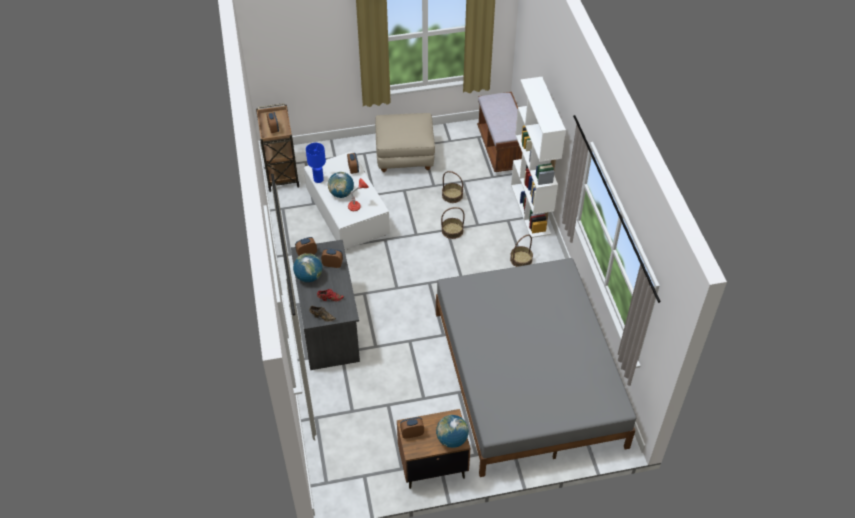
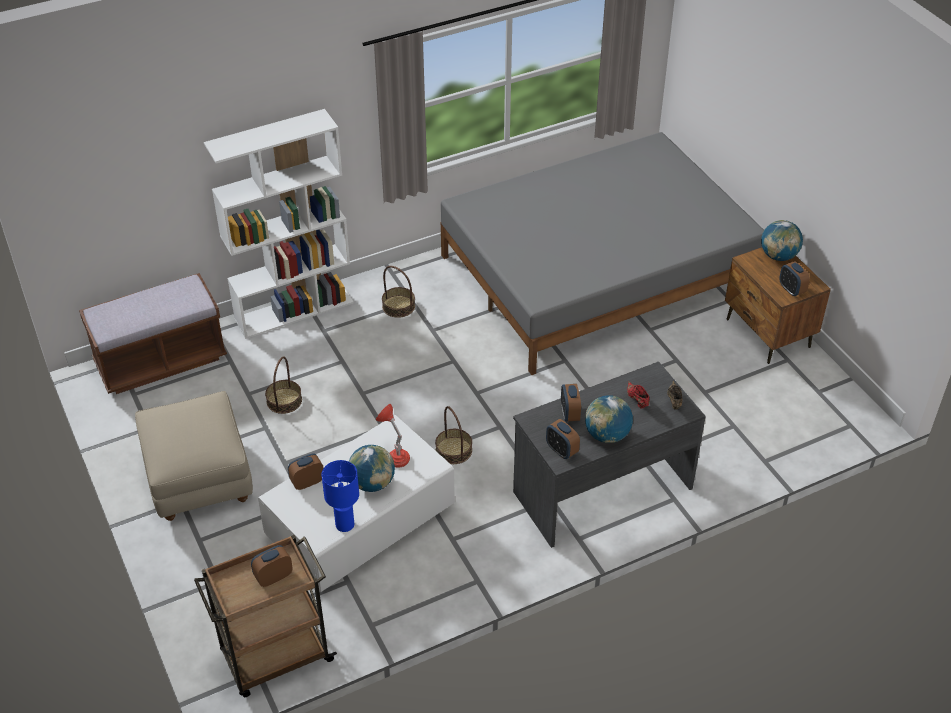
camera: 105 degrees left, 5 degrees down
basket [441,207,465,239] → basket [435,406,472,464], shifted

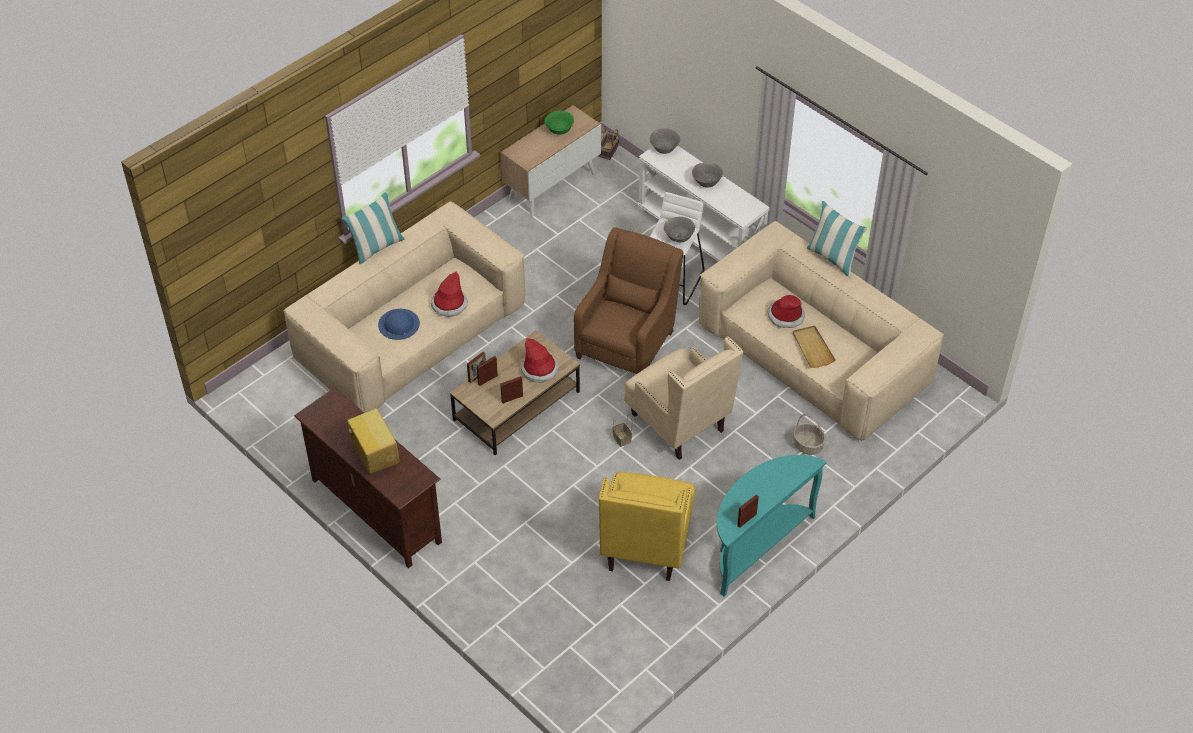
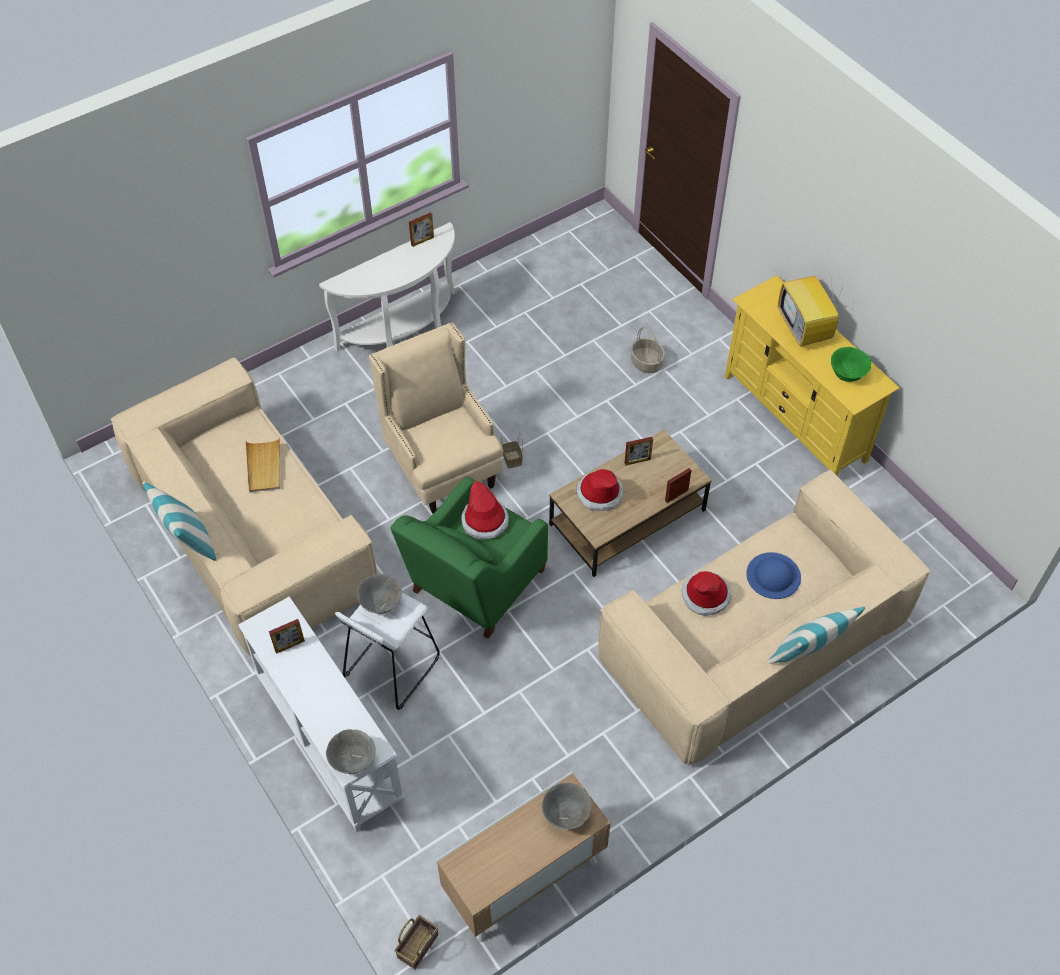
camera: 170 degrees left, 5 degrees up
bowl in green [545,111,574,135] → bowl in green [831,347,871,382], shifted
bowl in grey [692,162,723,188] → bowl in grey [542,783,592,830], shifted
armchair in brown [574,227,683,374] → armchair in green [390,477,548,639]
hat [768,295,805,328] → hat [461,480,509,540], shifted
picture frame [477,356,498,386] → picture frame [269,619,305,654], shifted
tv stand in brown [294,388,442,568] → tv stand in yellow [725,275,900,476]
basket [793,414,826,455] → basket [631,327,665,373], shifted
console table in turquoise [717,455,826,597] → console table in white [319,222,455,351]
armchair in yellow [599,472,695,581] → -

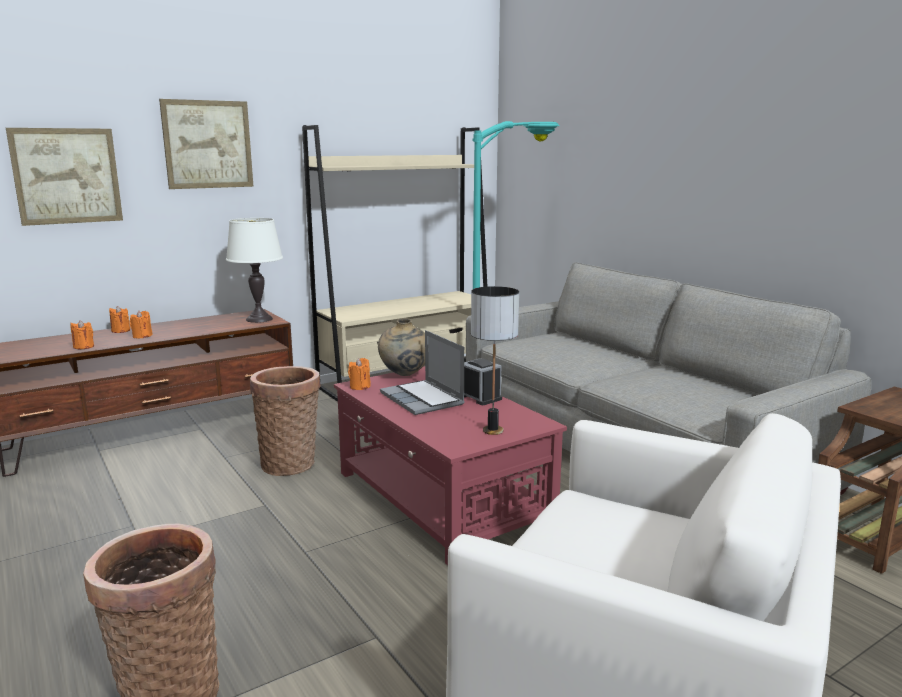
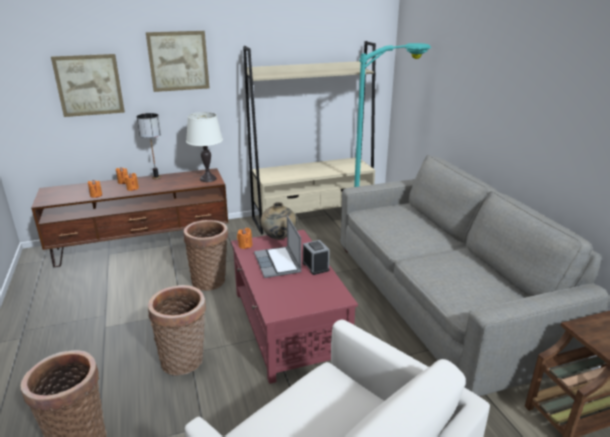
camera: 15 degrees right, 10 degrees up
table lamp [471,286,519,435] → table lamp [137,113,161,179], shifted
- → basket [148,285,206,376]

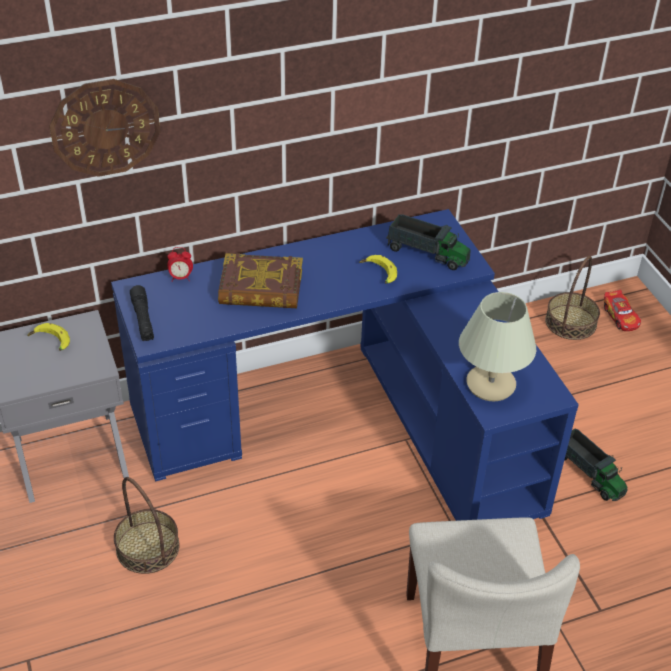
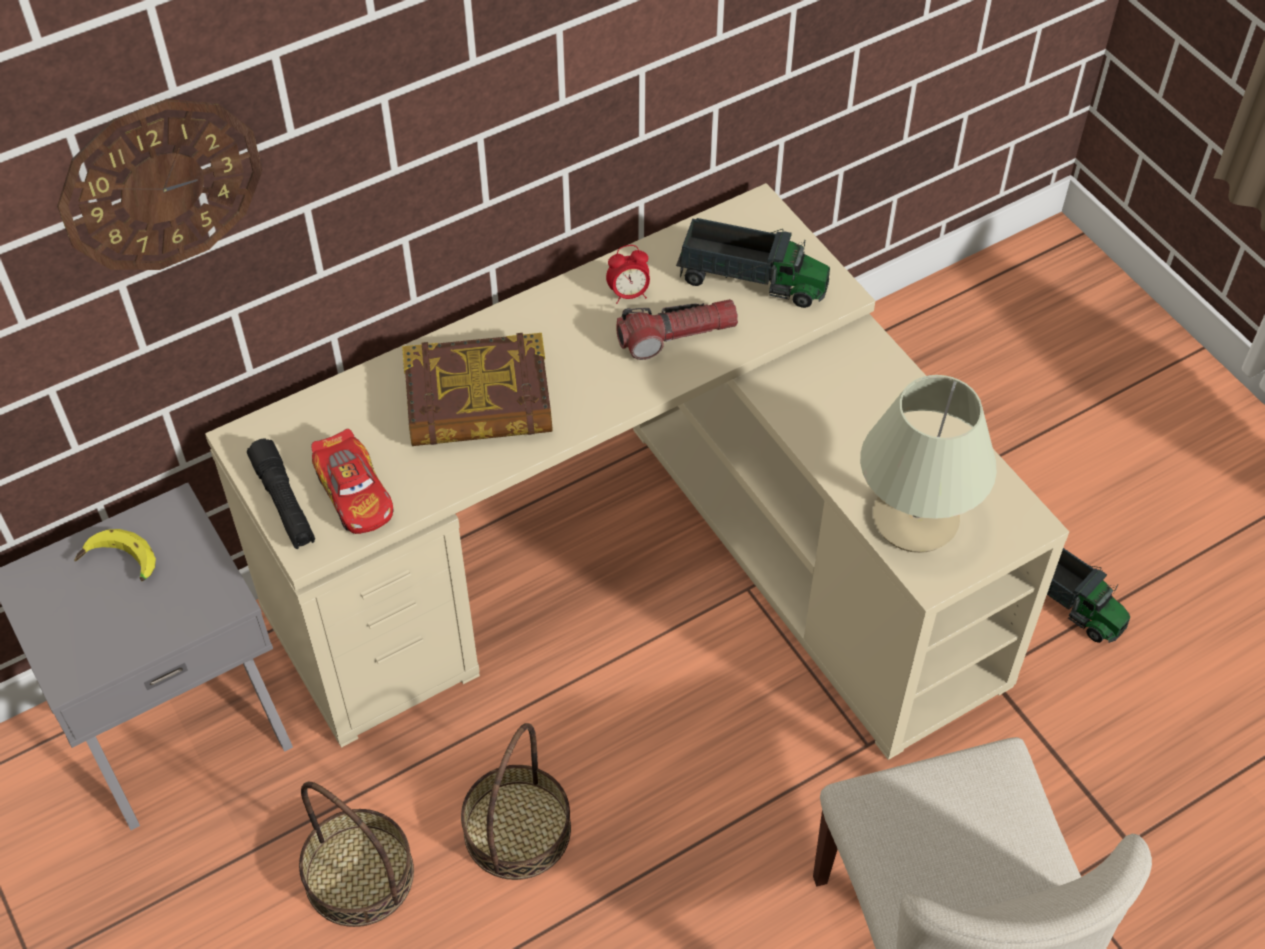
camera: 10 degrees left, 10 degrees up
desk in blue [111,209,579,521] → desk in beige [205,183,1069,760]
alarm clock [167,247,193,281] → alarm clock [606,245,650,304], shifted
banana [359,255,397,283] → flashlight [616,299,738,360]
basket [545,256,600,340] → basket [461,723,571,880], shifted
toy car [604,289,641,331] → toy car [311,429,393,534], shifted

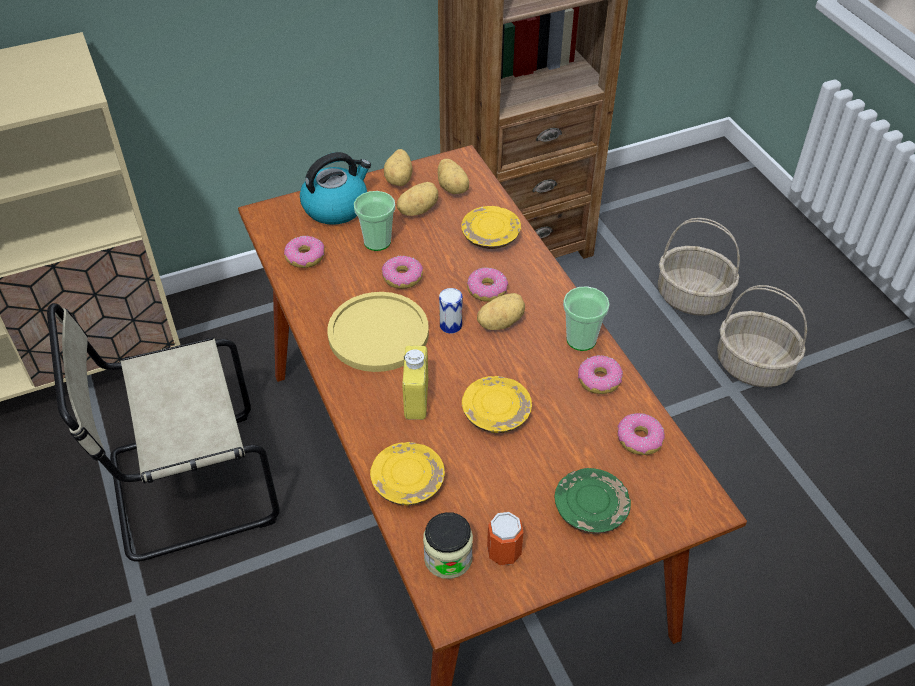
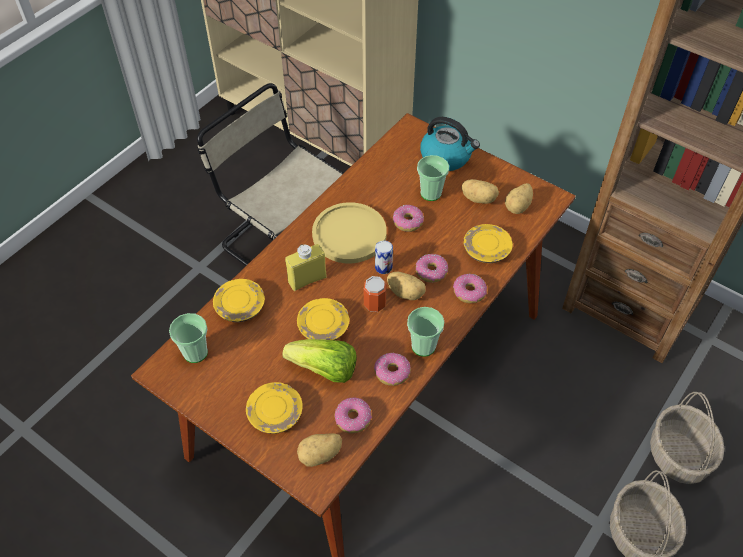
camera: 60 degrees right, 5 degrees up
potato [384,149,413,186] → potato [297,433,342,467], shifted
donut [284,236,325,268] → donut [453,273,487,303], shifted
plate in green [555,468,631,534] → plate in yellow [246,382,303,434]
jar [423,512,473,579] → cup [169,313,208,363]
can [487,512,523,566] → can [364,276,386,312], shifted
- → lettuce [282,339,357,383]

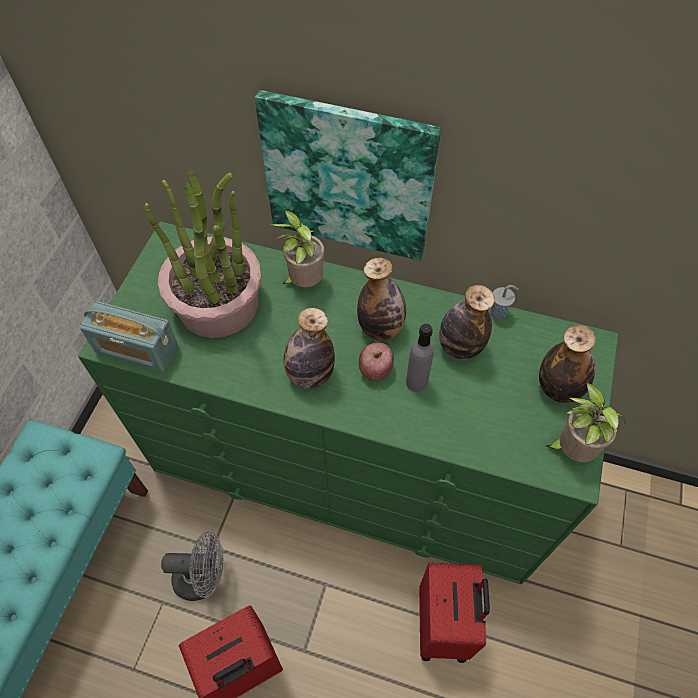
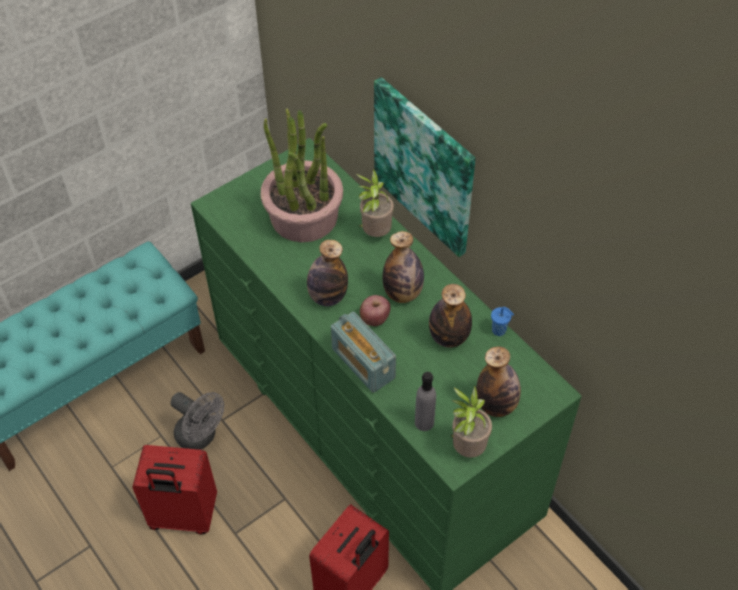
camera: 35 degrees right, 5 degrees down
cup in grey [490,285,519,320] → cup in blue [491,307,514,336]
radio [80,301,178,372] → radio [331,311,396,393], shifted
bottle in grey [406,324,434,392] → bottle in grey [415,372,436,431], shifted

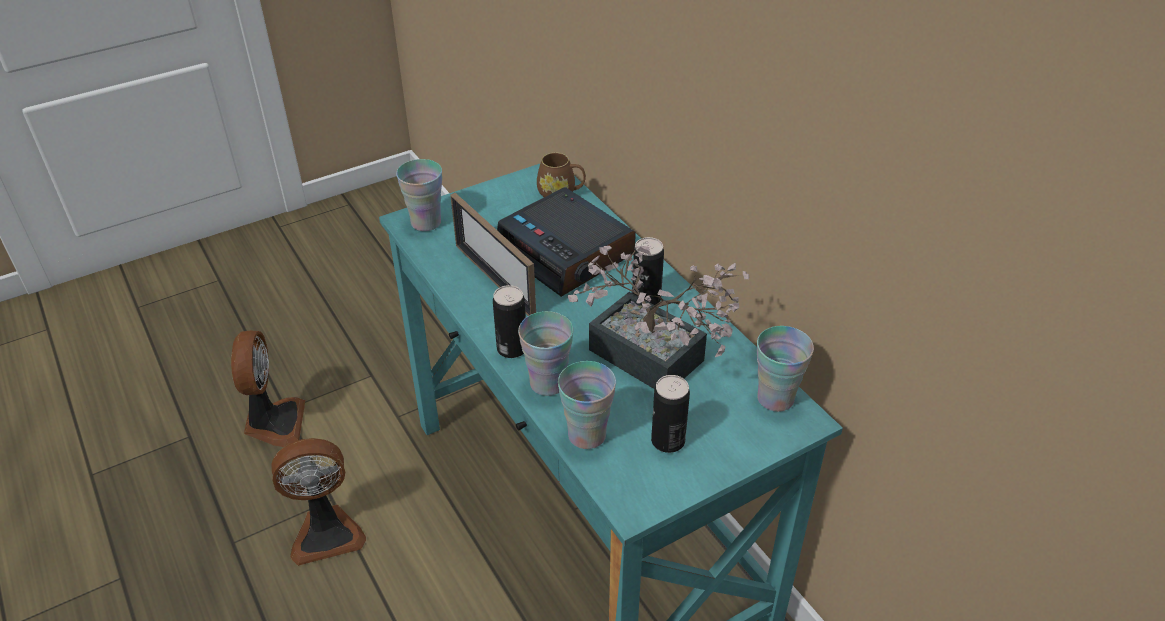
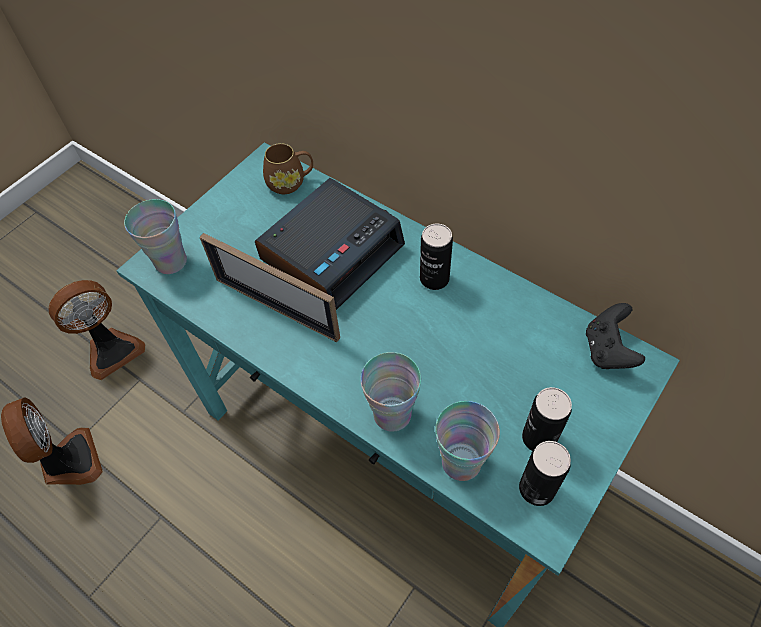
camera: 20 degrees left, 15 degrees up
alarm clock [497,187,636,297] → alarm clock [255,178,405,310], 75 degrees counterclockwise
potted plant [567,246,749,389] → -
can [493,285,526,358] → can [519,441,571,506], shifted
cup [757,326,814,412] → game controller in black [586,303,645,369]
fan [271,438,366,566] → fan [49,280,145,380], shifted

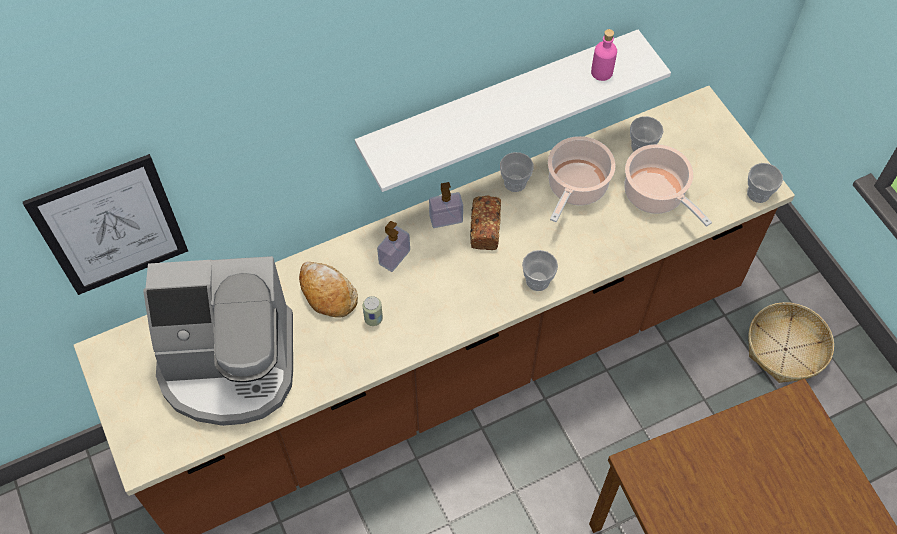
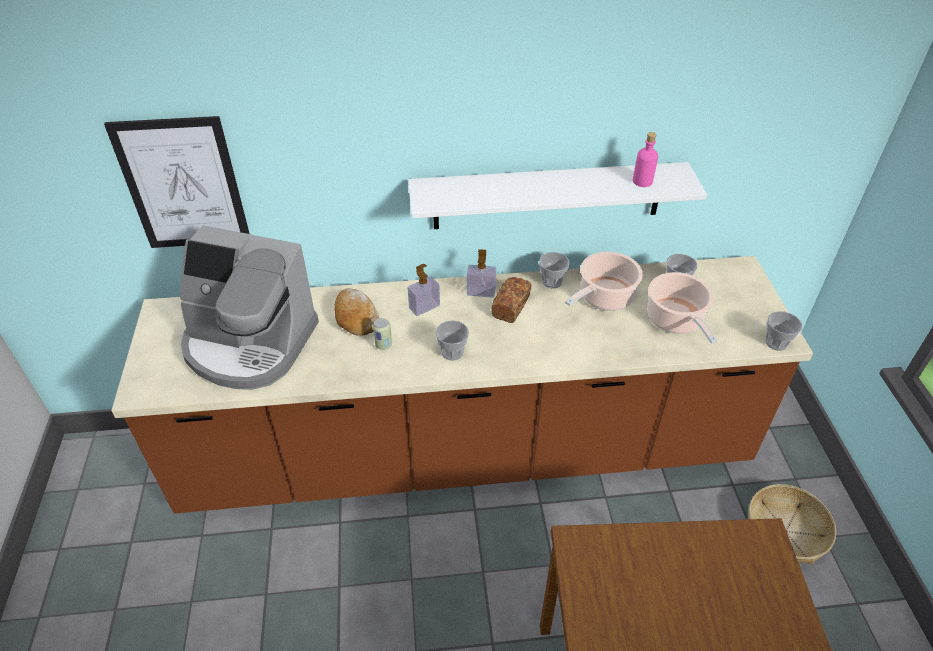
camera: 20 degrees right, 15 degrees down
cup [522,250,558,291] → cup [435,320,469,361], shifted

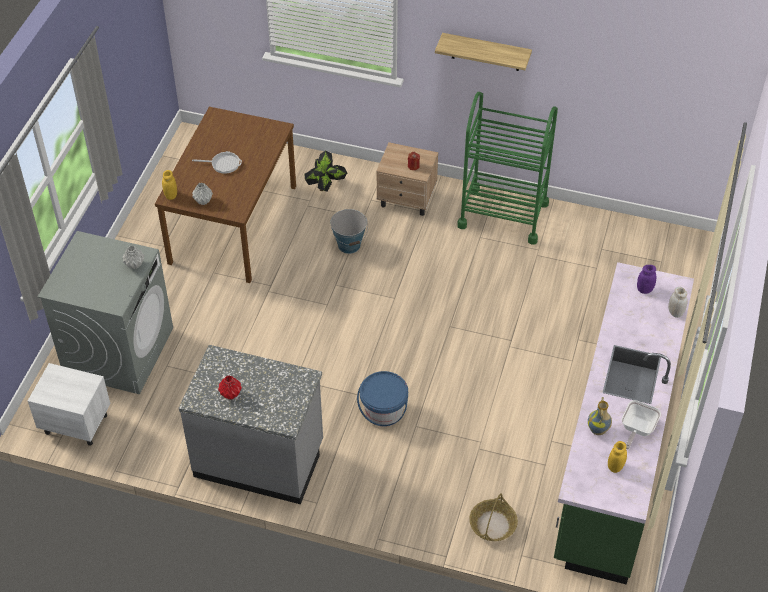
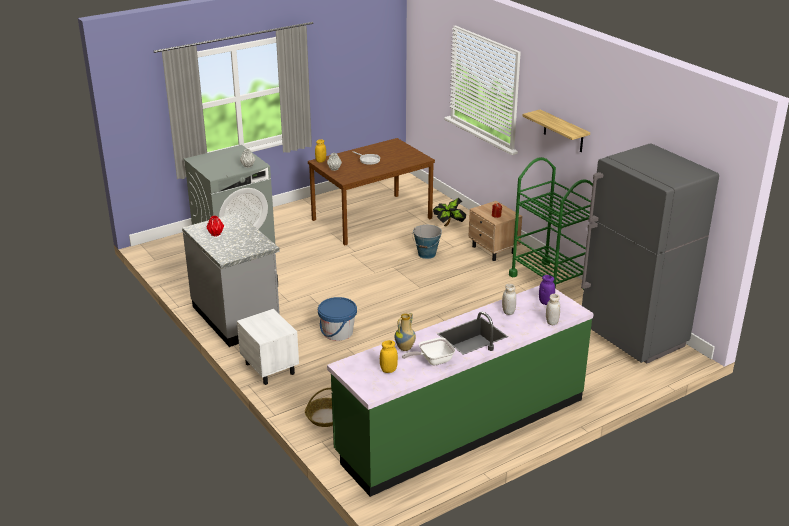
camera: 40 degrees right, 20 degrees down
nightstand in white [28,363,110,446] → nightstand in white [237,309,299,385], shifted
- → fridge in grey [581,143,719,364]
- → jar in white [502,284,516,315]

